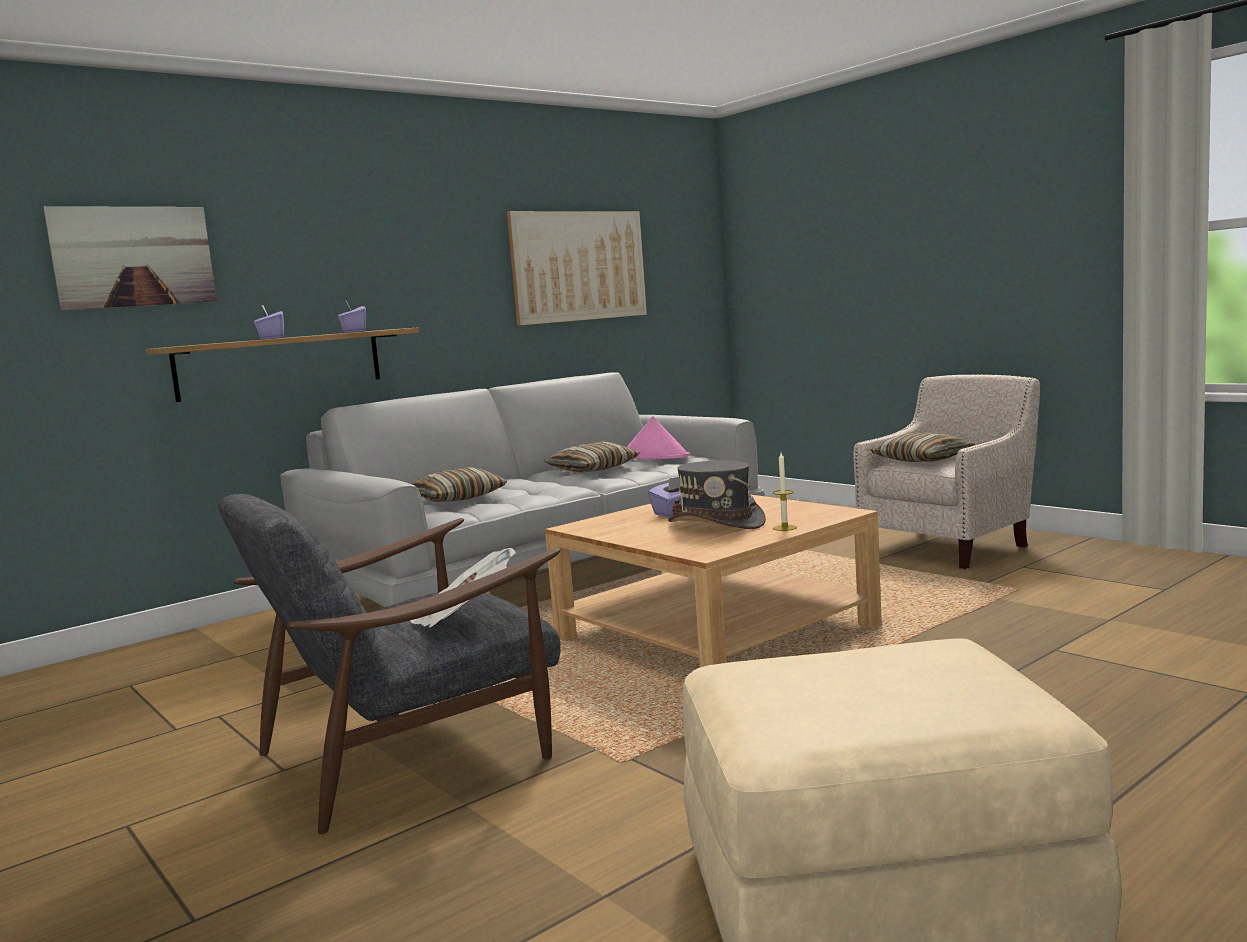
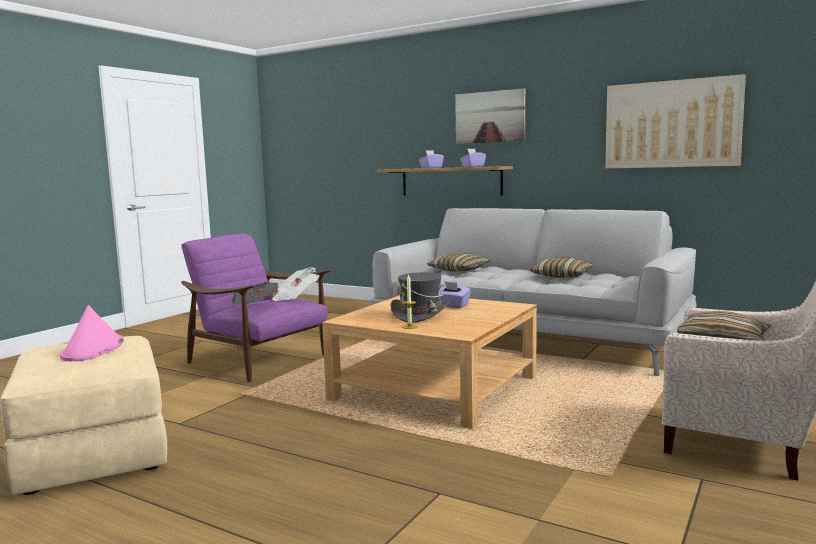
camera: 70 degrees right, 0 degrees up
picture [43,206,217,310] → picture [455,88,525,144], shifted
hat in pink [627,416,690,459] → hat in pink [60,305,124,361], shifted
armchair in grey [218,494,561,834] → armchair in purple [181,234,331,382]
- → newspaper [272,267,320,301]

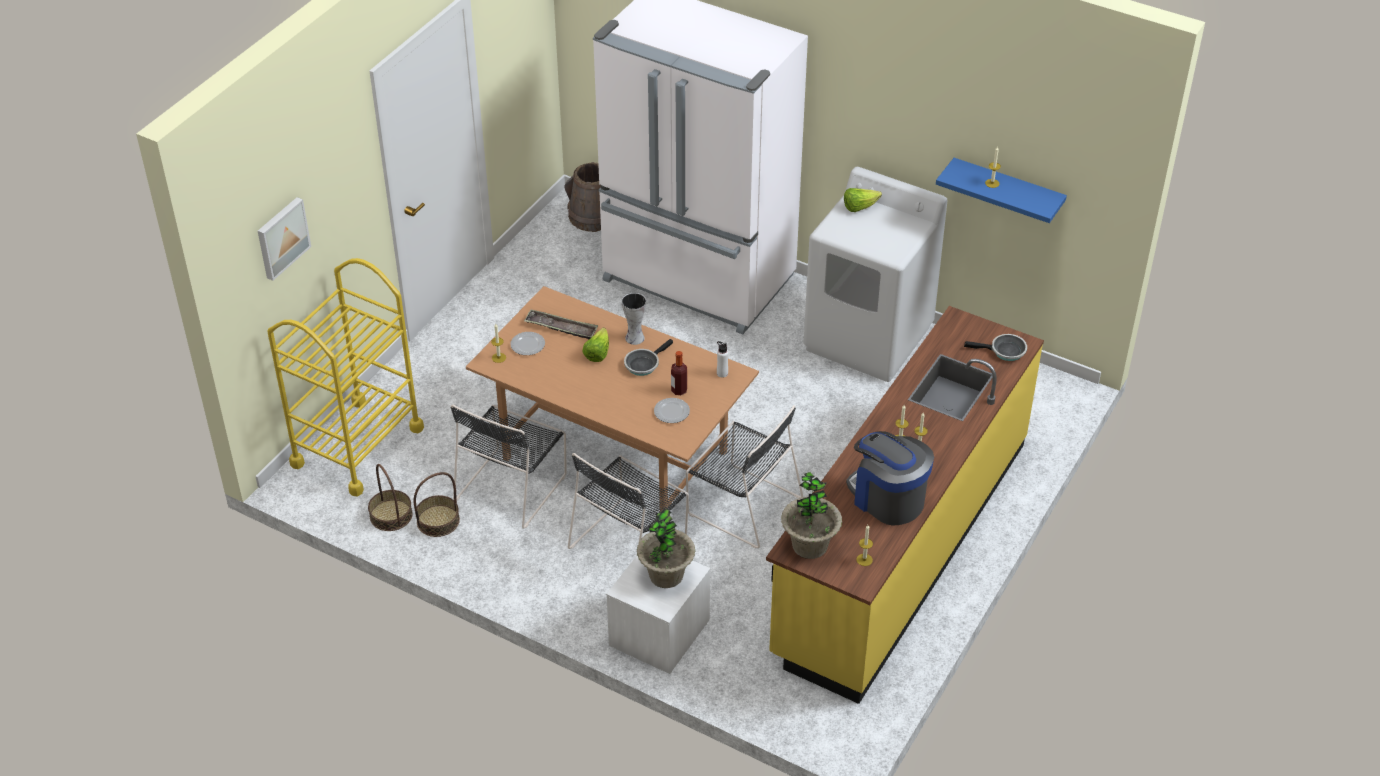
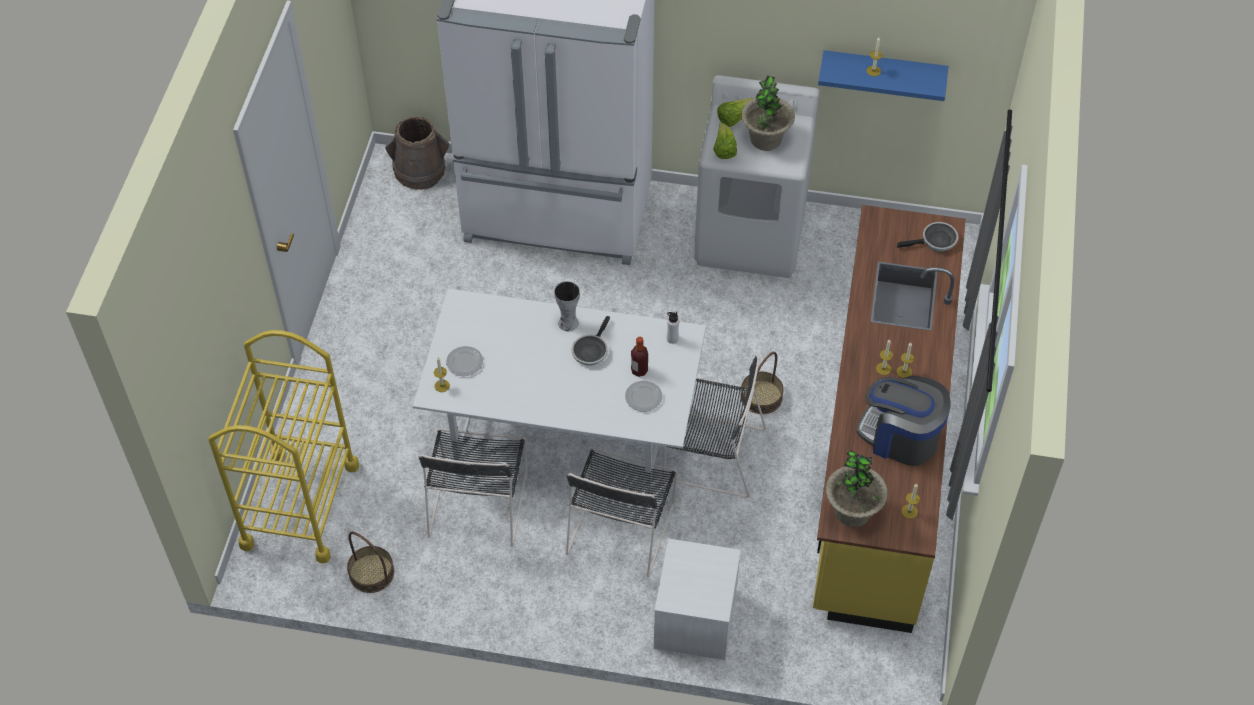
camera: 20 degrees left, 10 degrees up
picture [258,197,311,281] → -
dining table in brown [466,286,759,512] → dining table in white [413,289,706,494]
tray [524,309,598,339] → -
lettuce [582,328,609,362] → lettuce [713,123,737,159], shifted
basket [414,472,460,537] → basket [740,352,784,414], shifted
potted plant [637,508,695,588] → potted plant [741,75,795,151], shifted

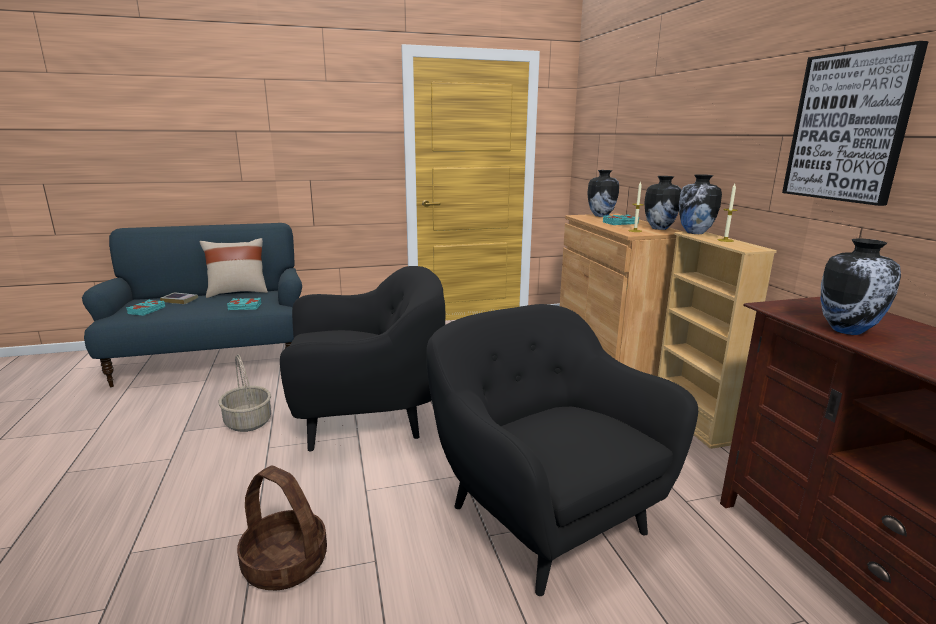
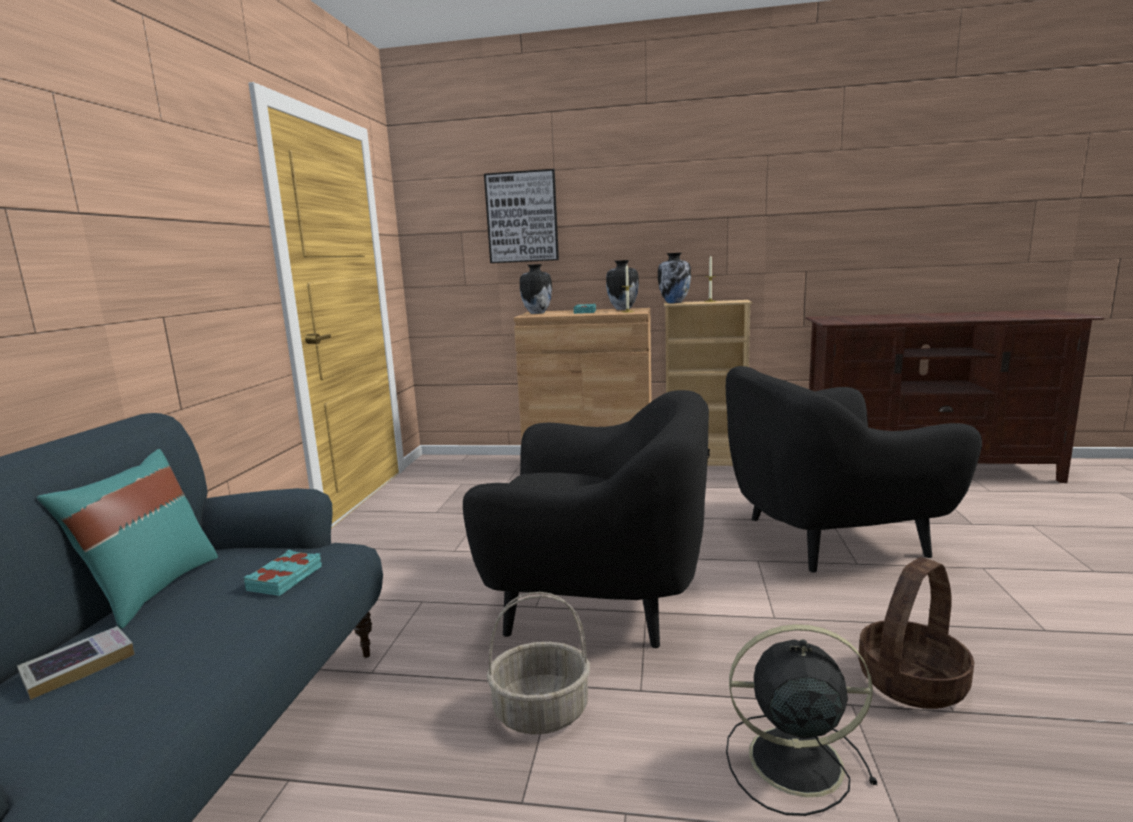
camera: 65 degrees left, 5 degrees down
picture [782,41,929,206] → picture [484,169,559,263], shifted
pillow in beige [199,238,268,298] → pillow in turquoise [37,449,218,629]
vase [821,239,901,335] → -
armchair in black [280,266,445,451] → armchair in black [463,390,709,648], 90 degrees clockwise
book in turquoise [126,300,165,316] → -
- → fan in black [726,624,877,816]

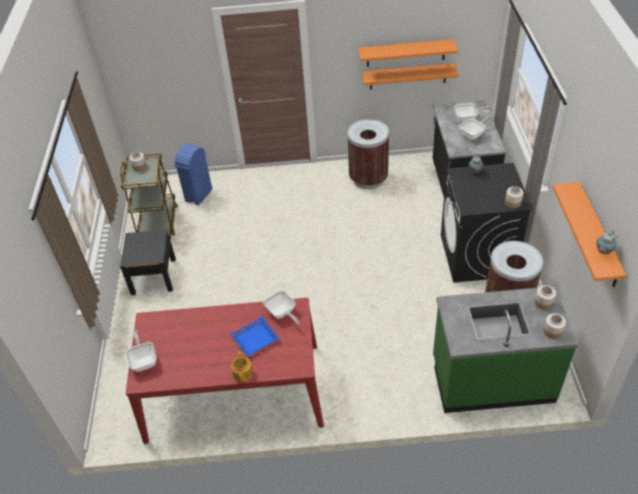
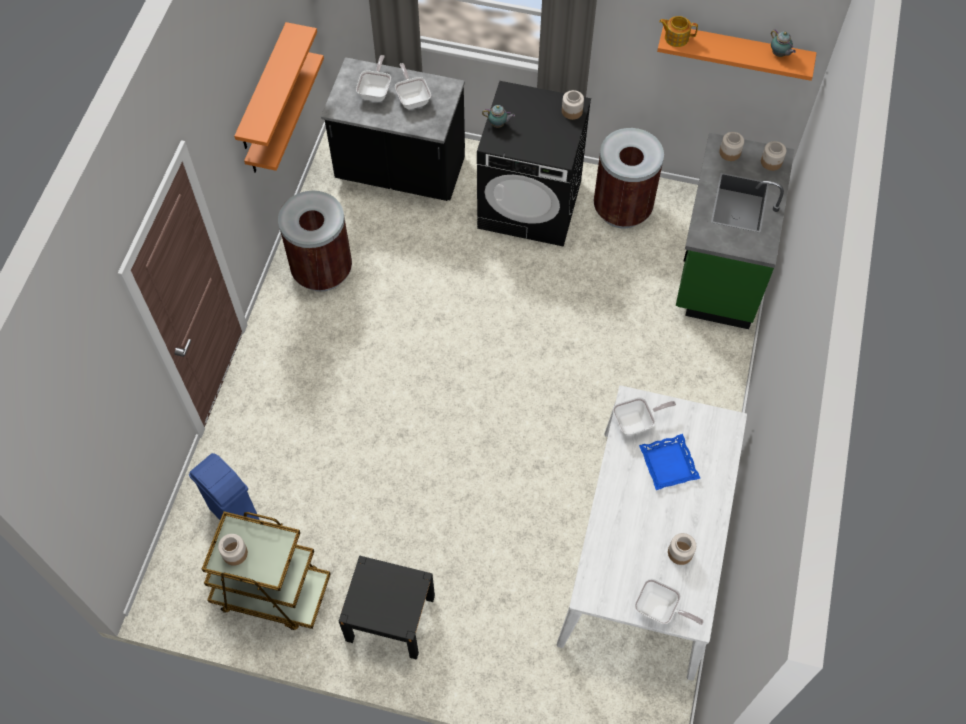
camera: 75 degrees left, 15 degrees up
dining table in red [126,298,324,444] → dining table in white [557,385,747,681]
frying pan [126,330,157,371] → frying pan [635,578,703,625], 150 degrees counterclockwise
teapot [231,351,253,382] → teapot [659,16,698,47], shifted
- → jar [668,533,696,565]

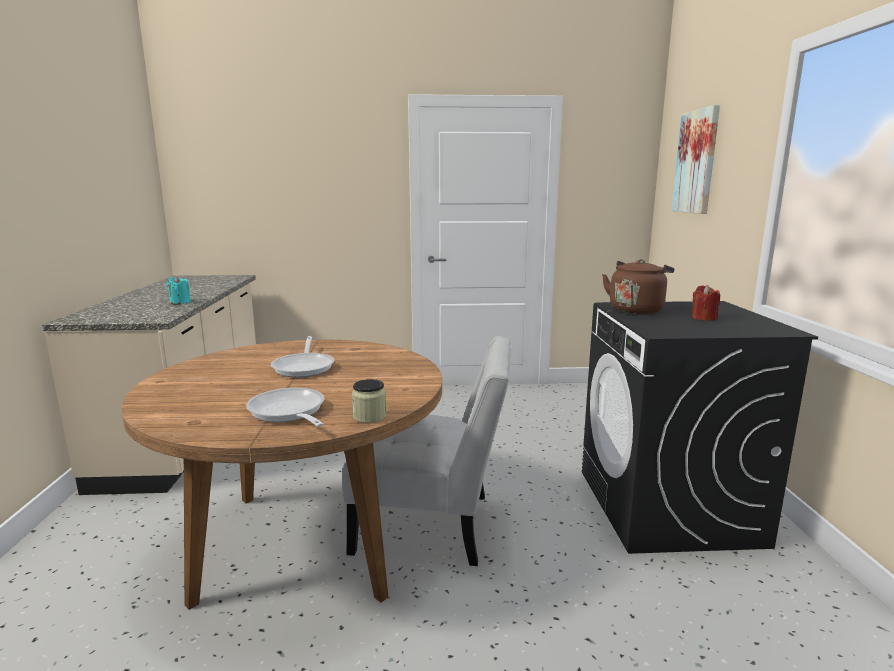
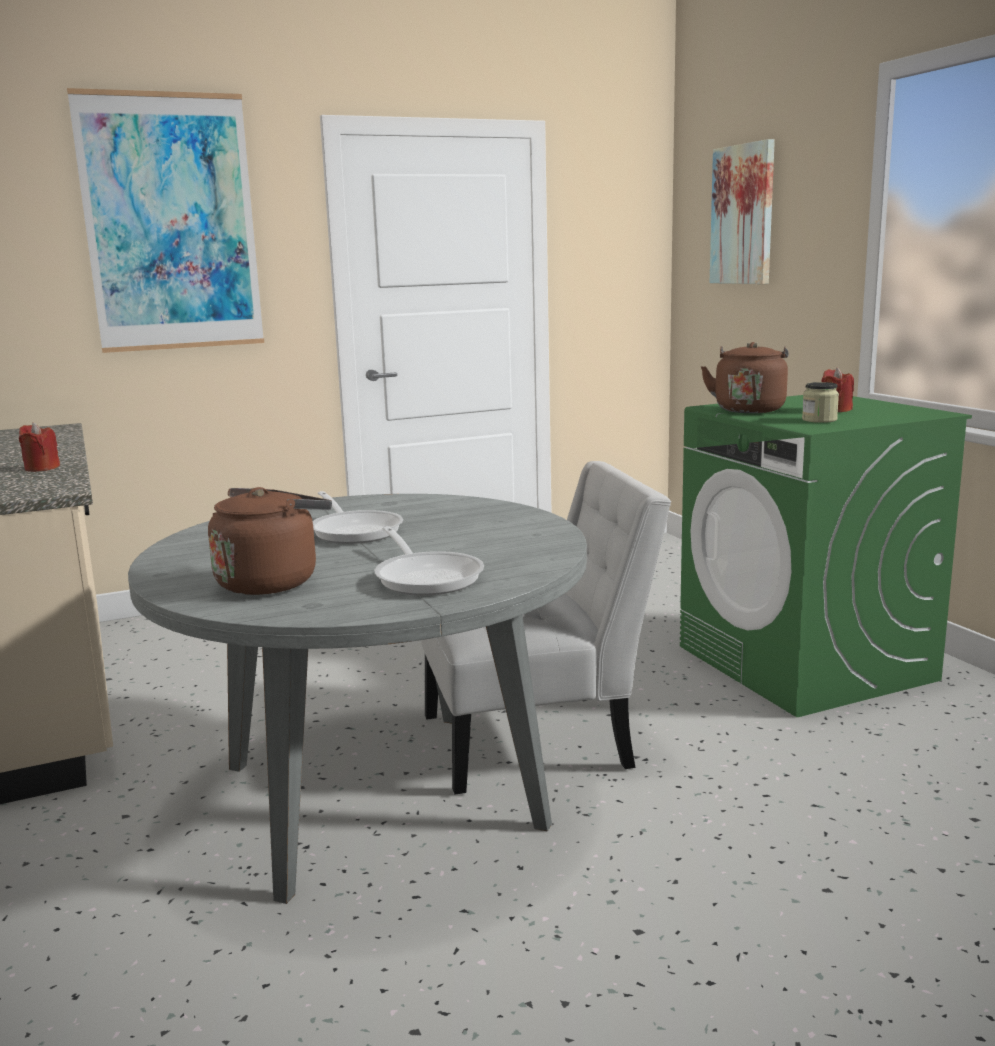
camera: 20 degrees left, 0 degrees up
candle in turquoise [166,276,191,304] → candle in red [19,423,60,472]
washing machine in black [582,301,818,554] → washing machine in green [680,395,972,717]
dining table in brown [121,340,442,610] → dining table in grey [128,494,587,904]
jar [352,379,386,423] → jar [802,382,839,423], shifted
frying pan [246,388,324,427] → frying pan [375,526,484,596], 150 degrees counterclockwise
- → picture [67,88,264,353]
- → kettle in brown [208,487,332,595]

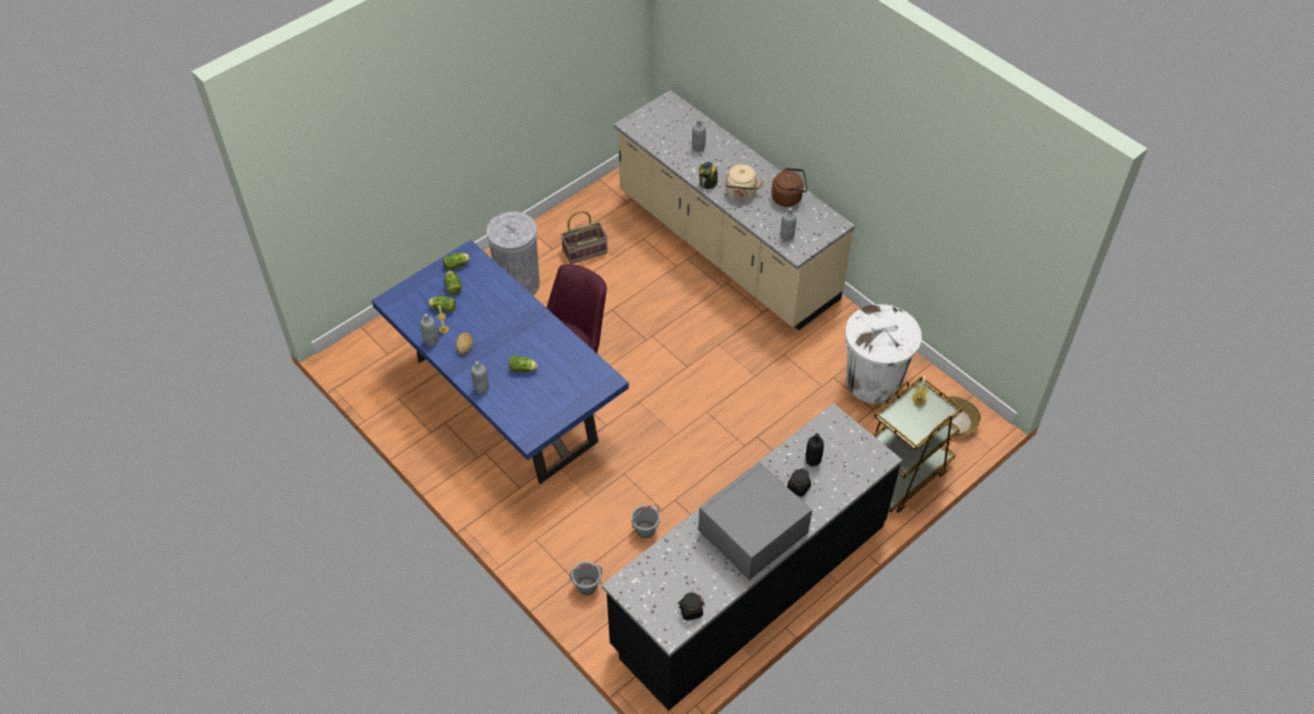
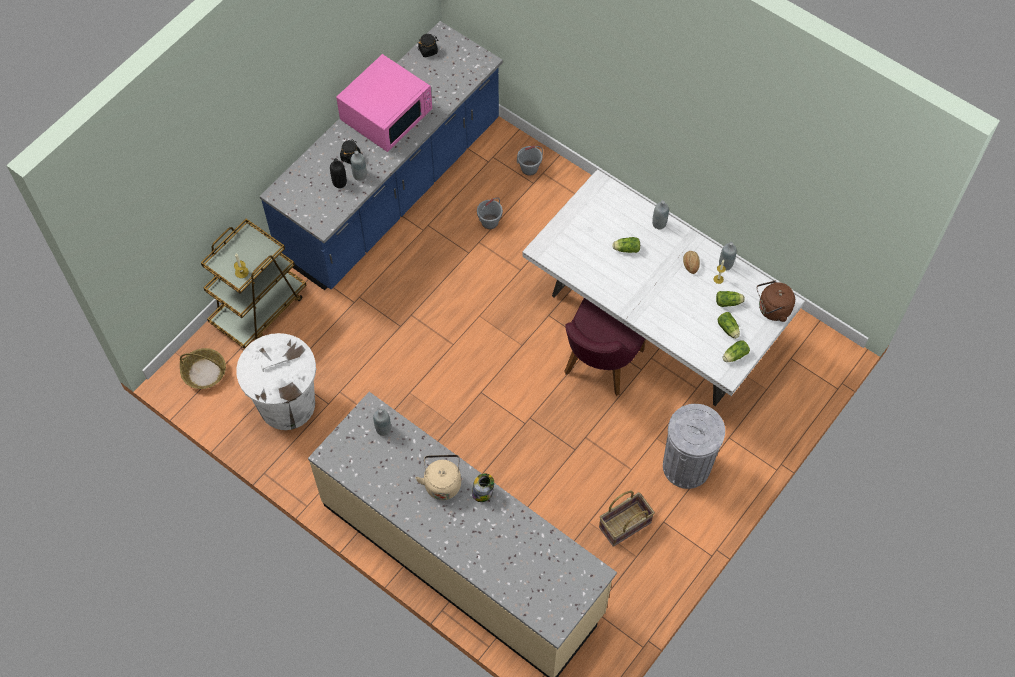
camera: 170 degrees right, 10 degrees up
bottle in grey [692,119,706,152] → bottle in grey [351,151,367,181], shifted
kettle in brown [771,168,807,207] → kettle in brown [757,280,795,322], shifted
dining table in blue [371,240,629,484] → dining table in white [522,169,805,406]
counter in black [602,403,902,711] → counter in blue [260,21,503,290]
microwave in grey [698,462,812,580] → microwave in pink [336,54,432,152]

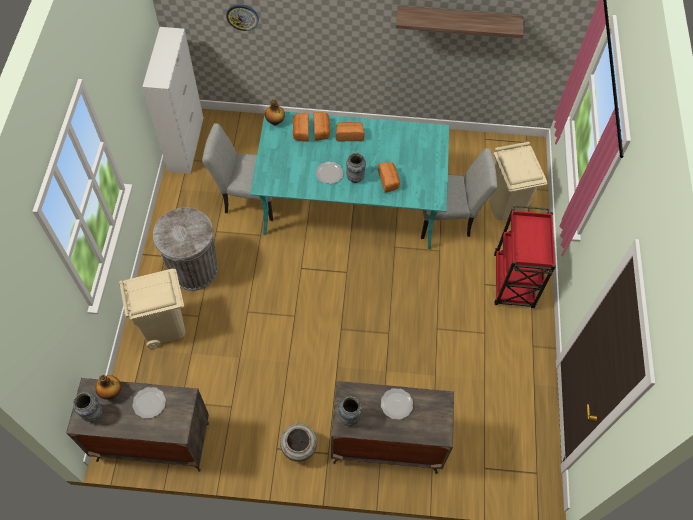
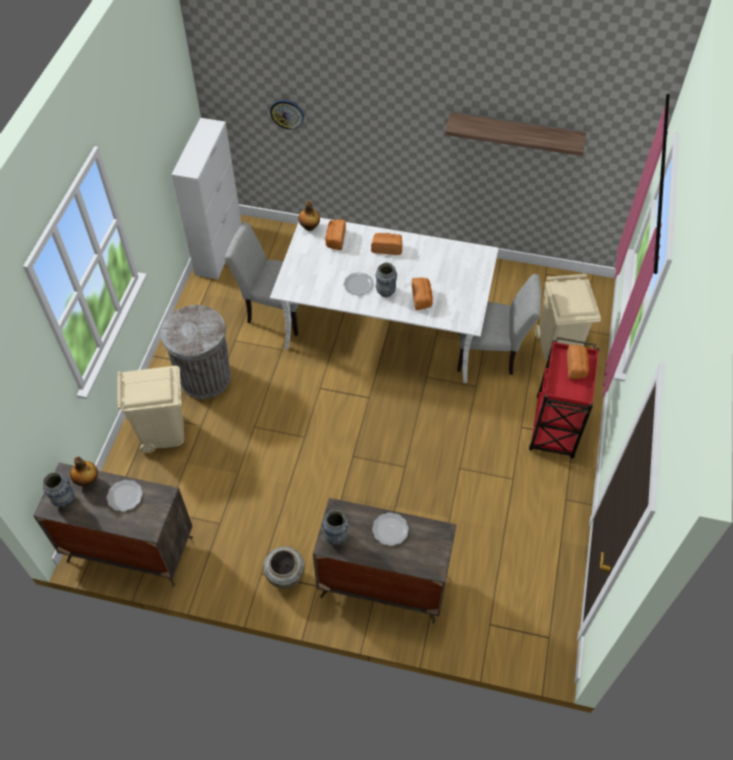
camera: 10 degrees right, 5 degrees down
dining table in turquoise [250,110,449,249] → dining table in white [270,218,499,383]
bread [313,112,330,141] → bread [567,345,589,379], shifted

